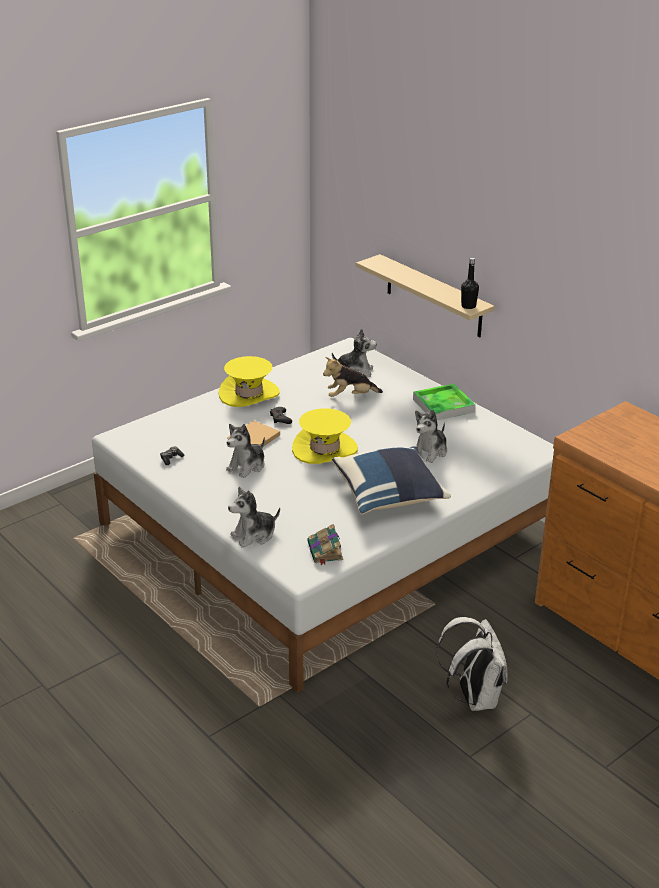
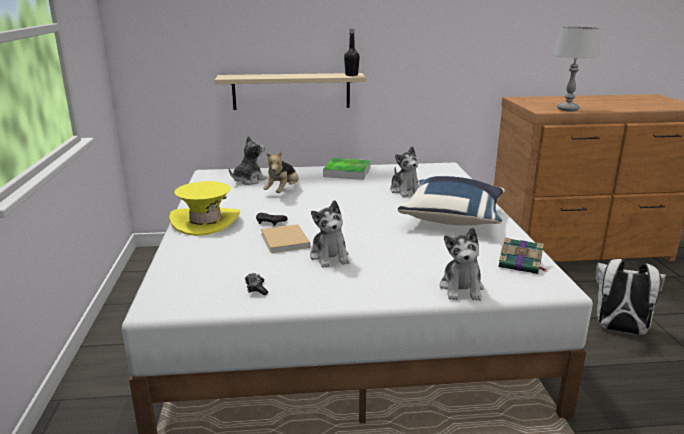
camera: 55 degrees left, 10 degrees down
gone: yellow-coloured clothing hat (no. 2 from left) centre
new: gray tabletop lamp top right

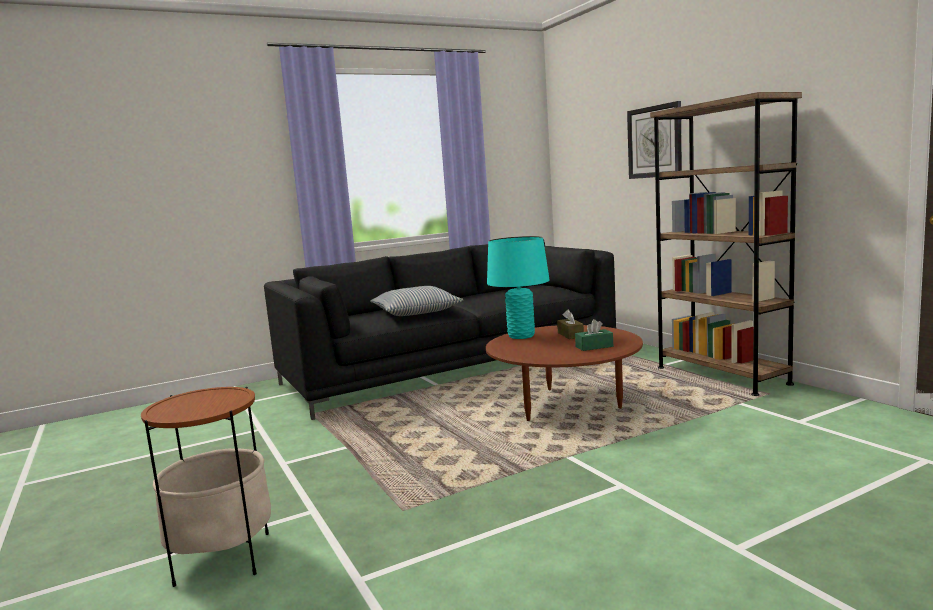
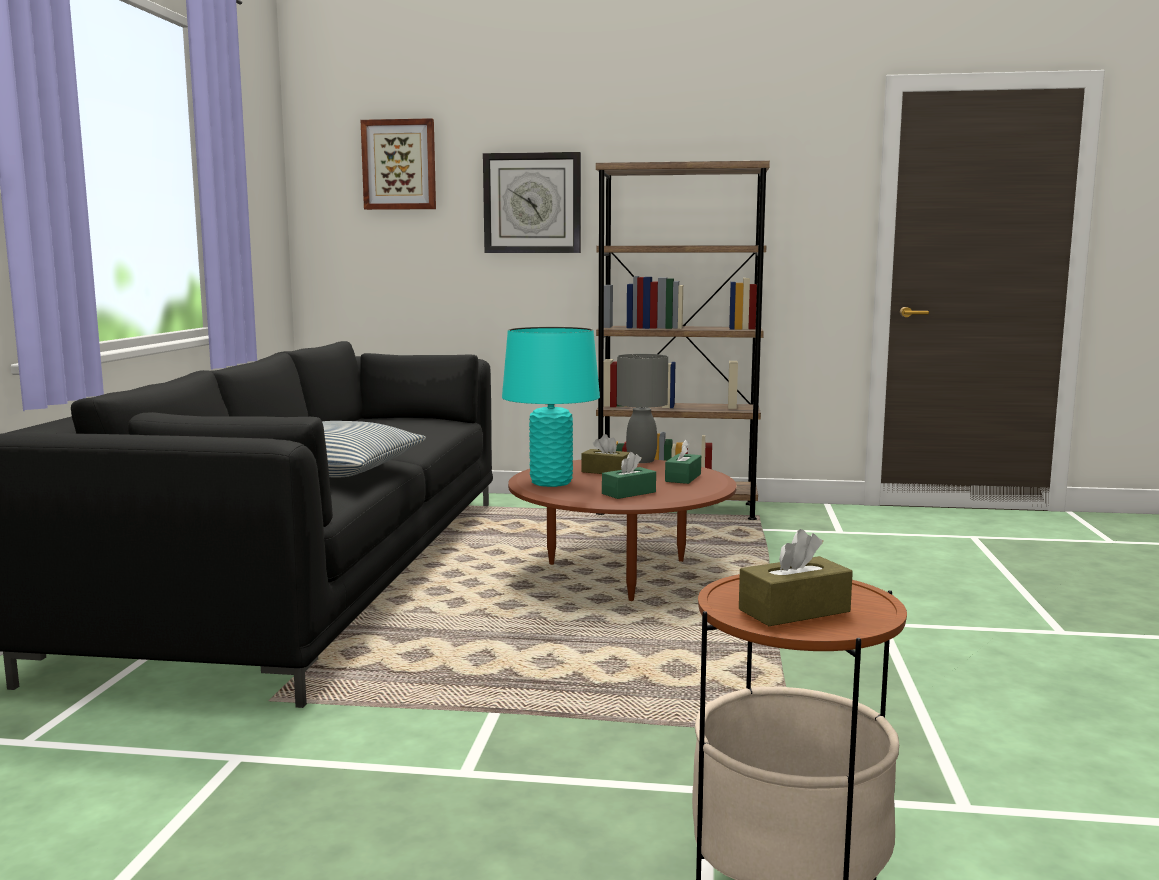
camera: 55 degrees left, 0 degrees up
new: wall art top centre; green-coloured tissue box (no. 1 from left) centre; gray tabletop lamp centre; brown-coloured tissue box (no. 2 from left) middle right

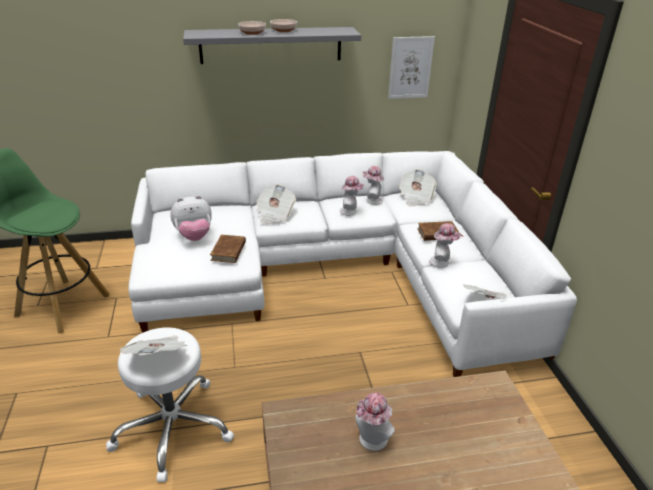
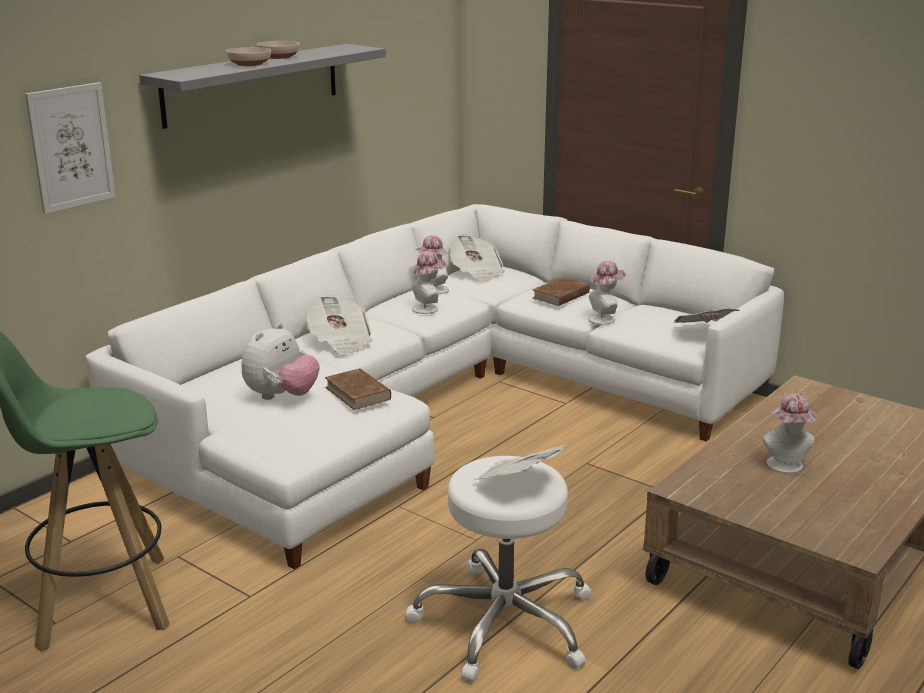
camera: 40 degrees left, 10 degrees down
shifted: wall art top centre to top left

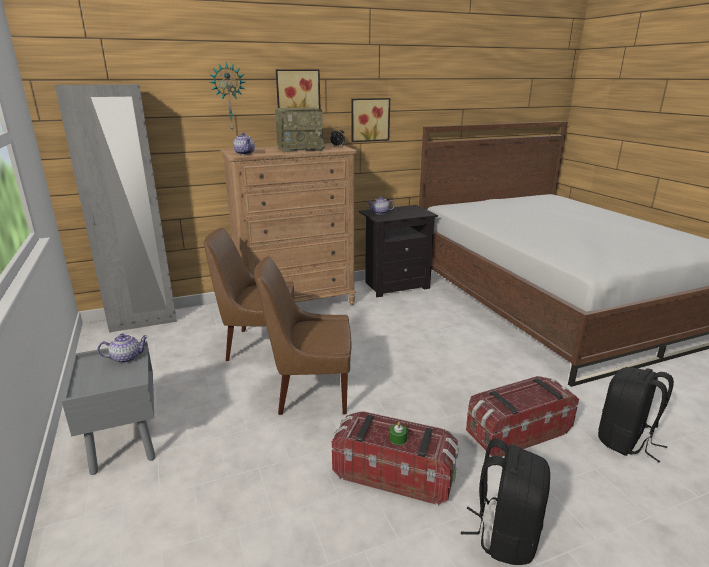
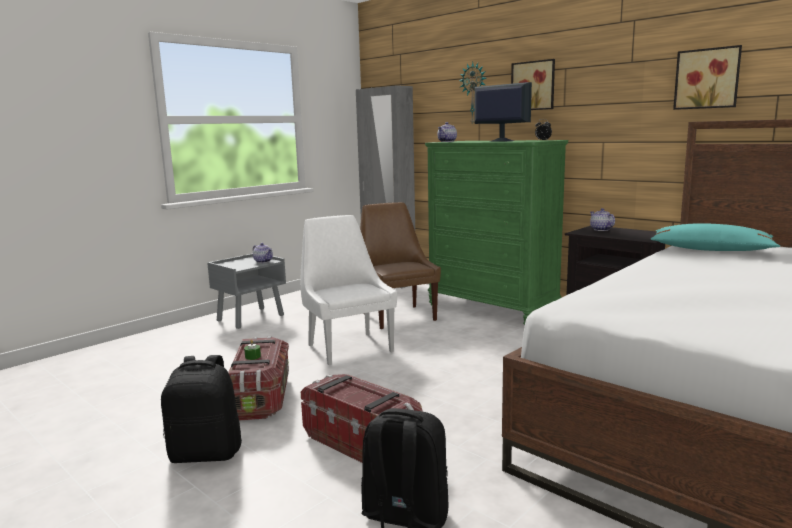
camera: 65 degrees right, 10 degrees down
new: turquoise-coloured throw pillow middle right
shifted: wall art (no. 2 from left) top centre to top right
swapped: radio set top centre to monitor top centre
repainted: brown-coloured dresser centre to green-coloured dresser centre; brown-coloured upright chair (no. 2 from left) centre to whitish upright chair centre

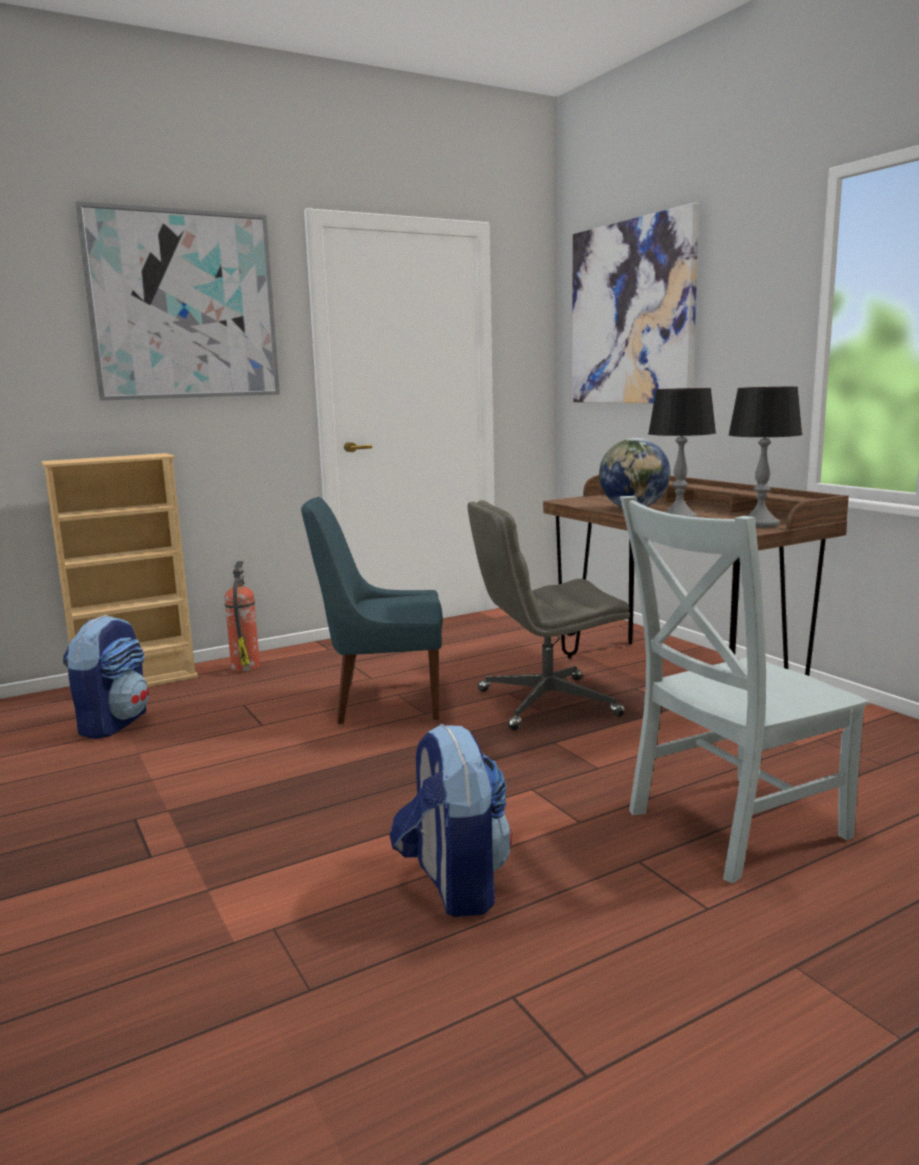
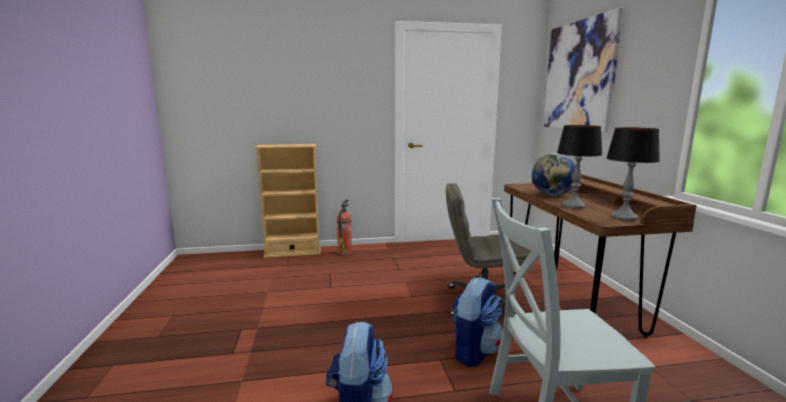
camera: 20 degrees right, 0 degrees up
gone: wall art (no. 1 from left) top left; blue upright chair centre
shifted: backpack (no. 1 from left in the first image) middle left to backpack (no. 2 from left) bottom centre

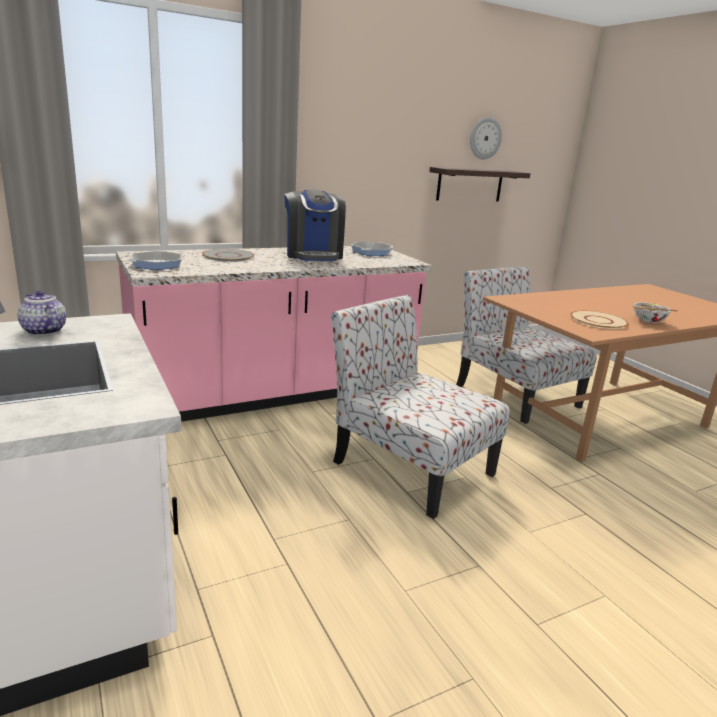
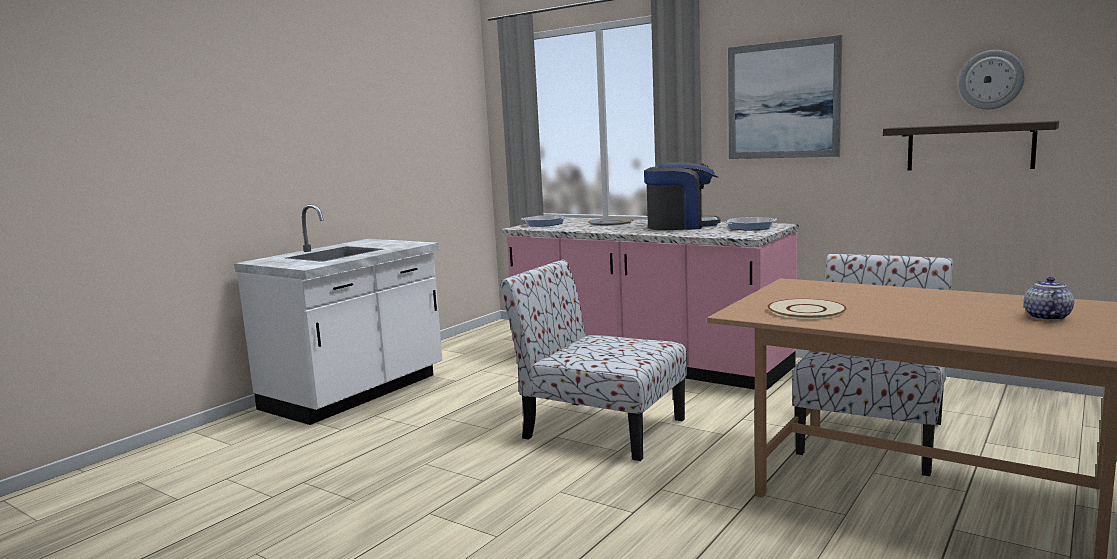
camera: 65 degrees right, 10 degrees down
gone: deep dish middle right
new: wall art top right
shifted: tea pot middle left to middle right
rotated: coffee brewer top centre = centre 135 degrees counterclockwise; upright chair (no. 1 from left) centre = centre 75 degrees counterclockwise

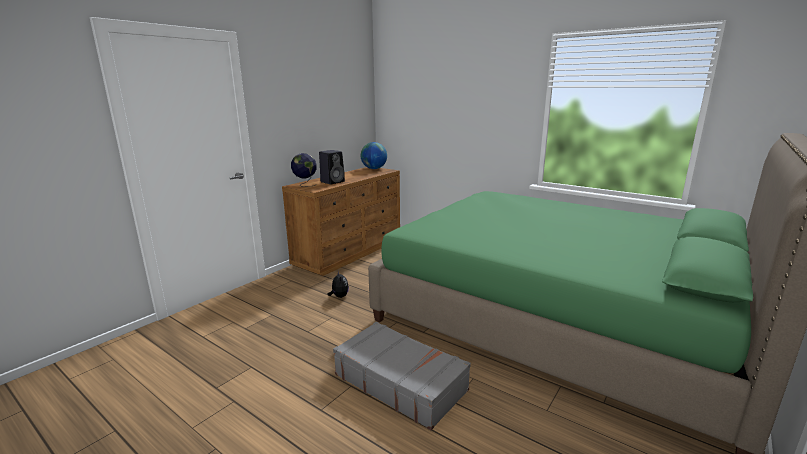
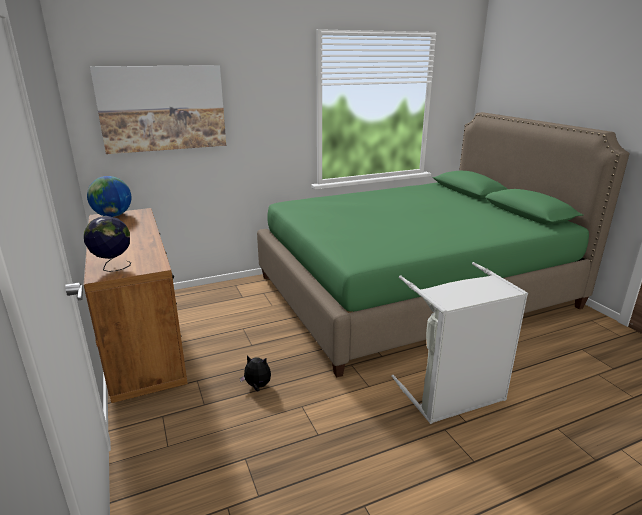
camera: 60 degrees left, 5 degrees up
gone: black-coloured speaker centre
new: wall art top left
swapped: gray travel case bottom centre to gray laundry basket middle right

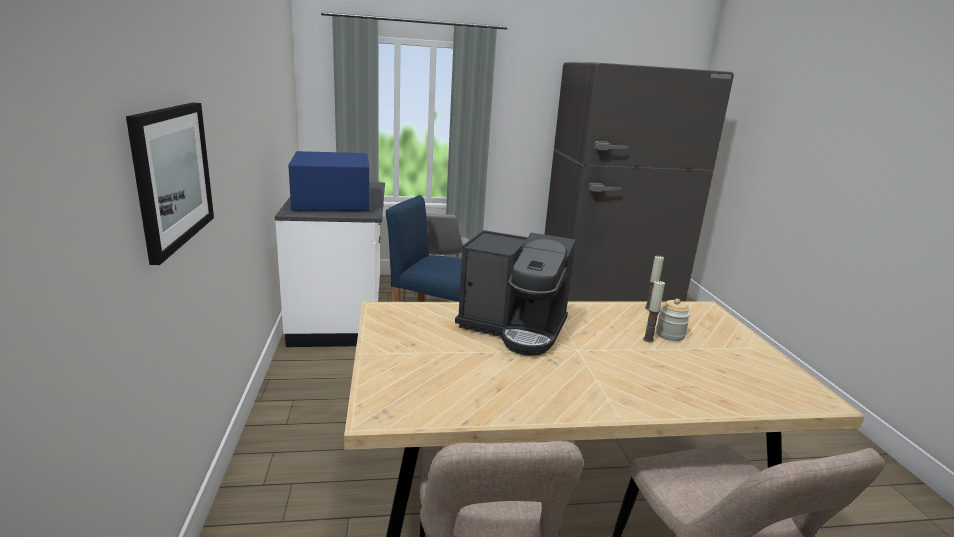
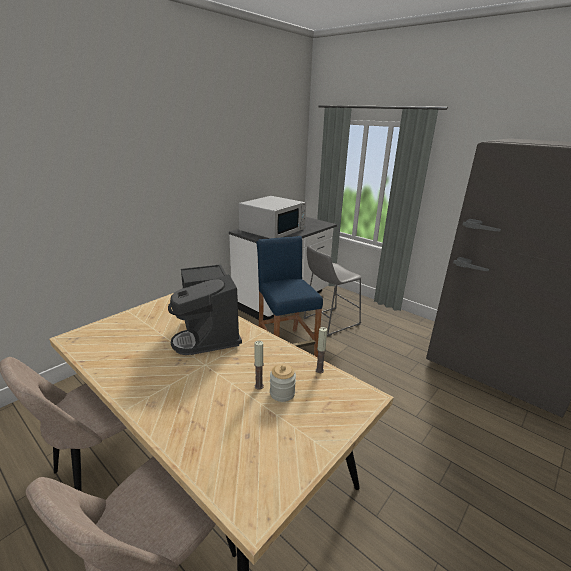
camera: 50 degrees right, 5 degrees up
gone: wall art middle left
repainted: blue microwave centre to whitish microwave centre

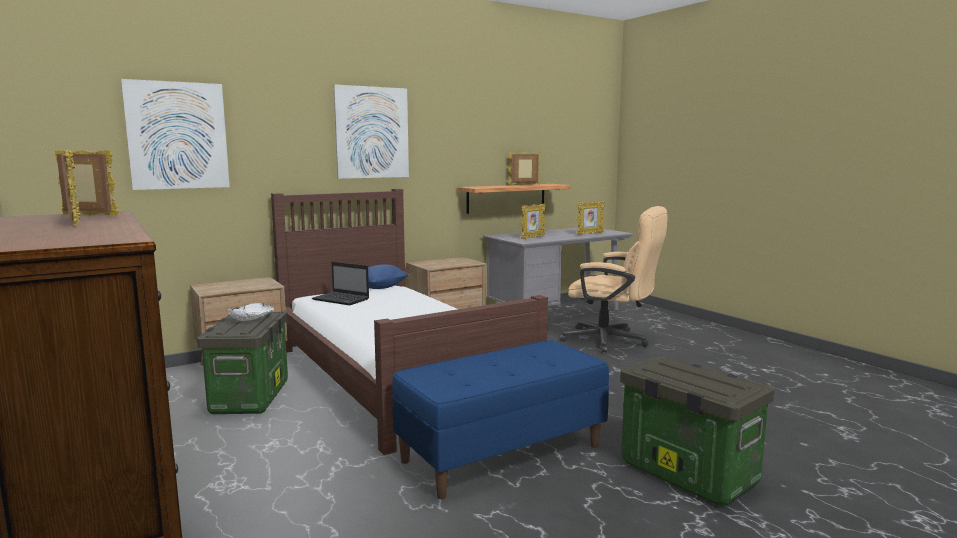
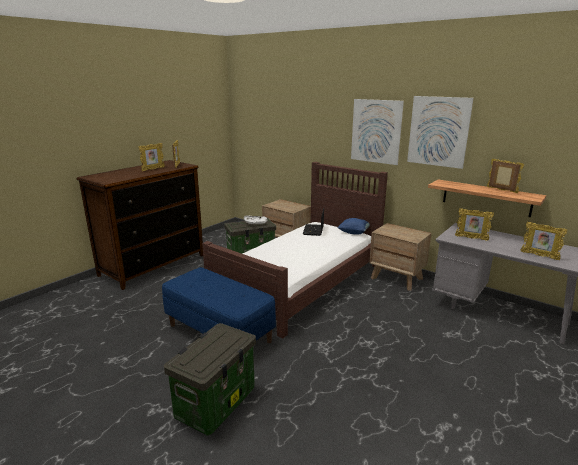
camera: 70 degrees right, 10 degrees up
gone: beige-coloured desk chair centre
shifted: wall art (no. 1 from left in the first image) top left to wall art (no. 2 from left) top right

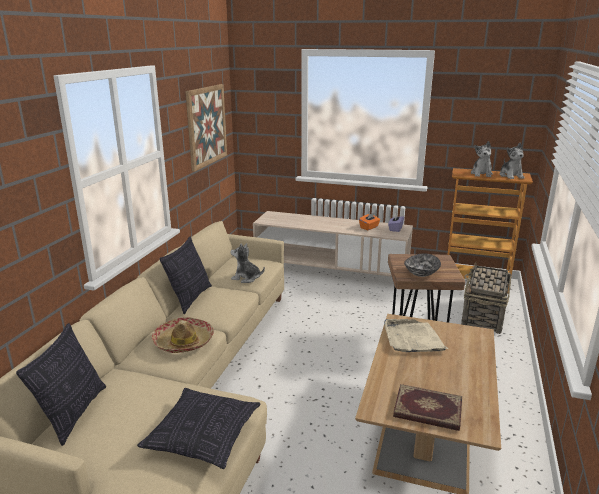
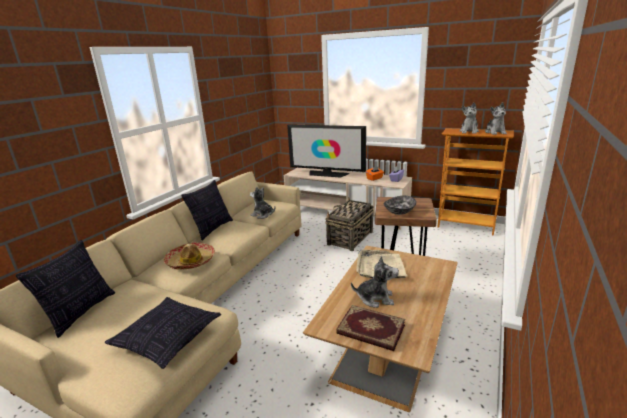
camera: 10 degrees right, 0 degrees up
gone: wall art top centre
new: television centre; plush toy (no. 2 from left) bottom centre
shifted: storage basket middle right to centre

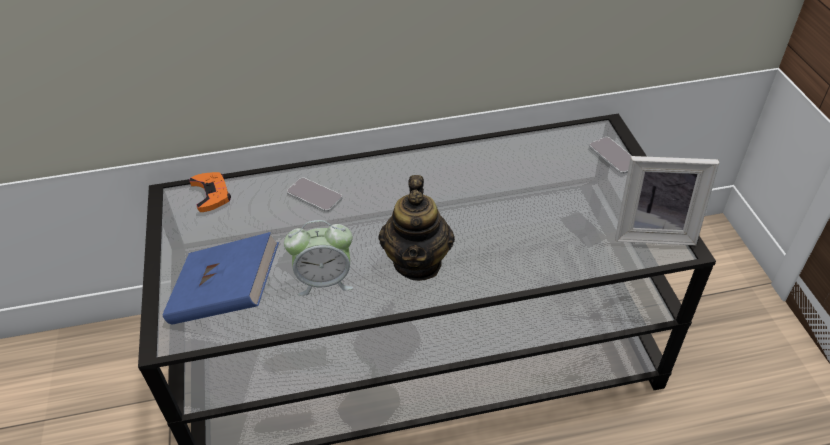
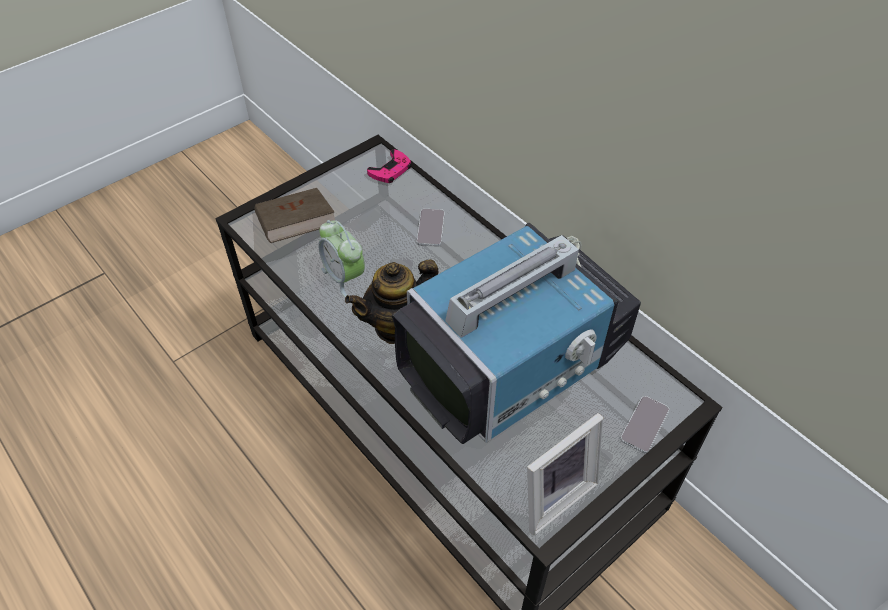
camera: 60 degrees right, 5 degrees up
new: television centre
repainted: blue book middle left to brown-coloured book middle left; orangey gamepad middle left to pink gamepad top centre
rotated: picture frame middle right = bottom centre 105 degrees counterclockwise

